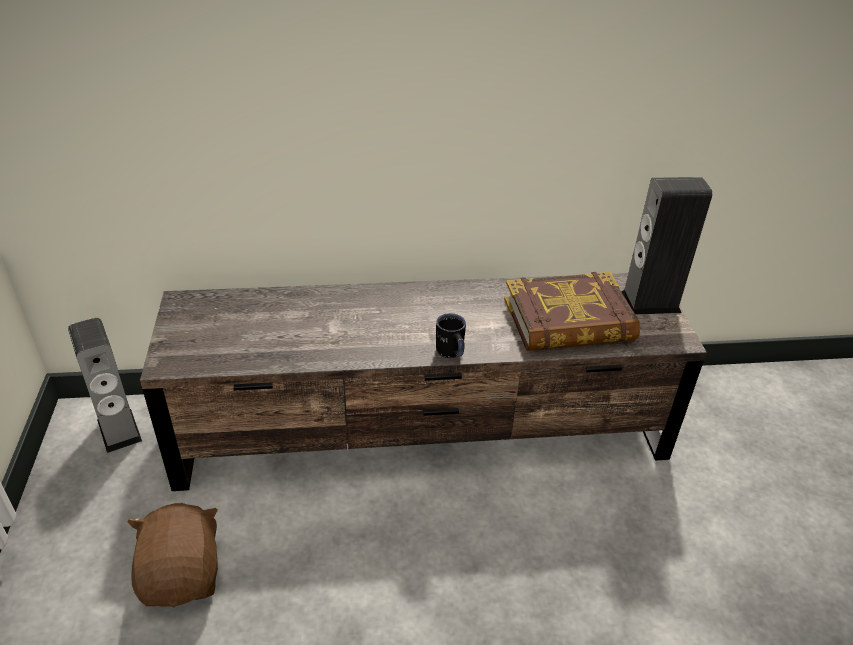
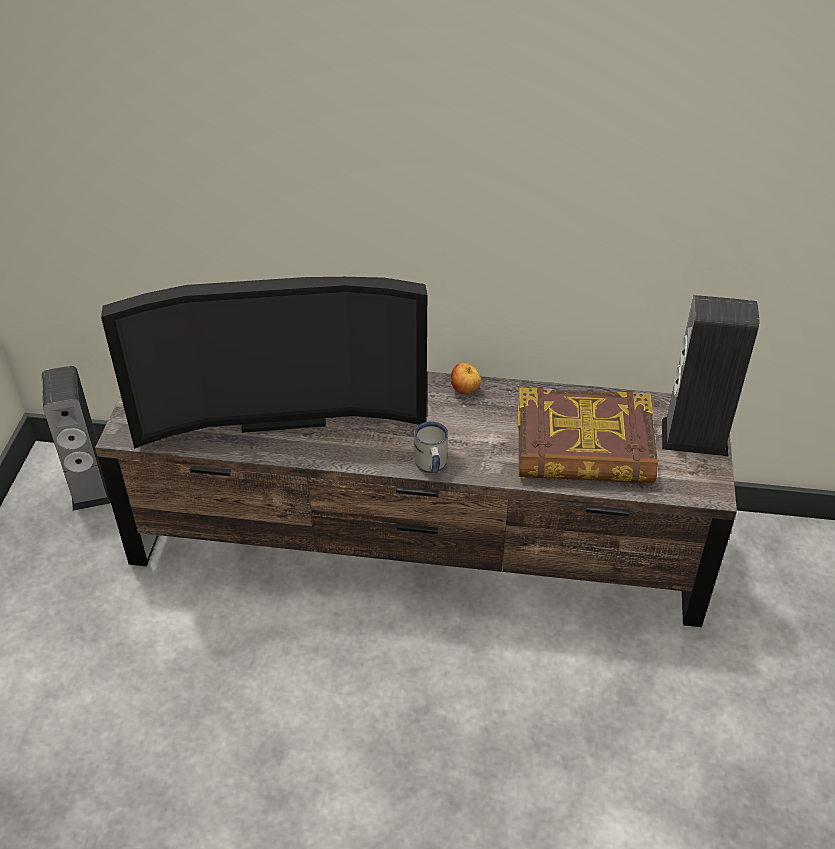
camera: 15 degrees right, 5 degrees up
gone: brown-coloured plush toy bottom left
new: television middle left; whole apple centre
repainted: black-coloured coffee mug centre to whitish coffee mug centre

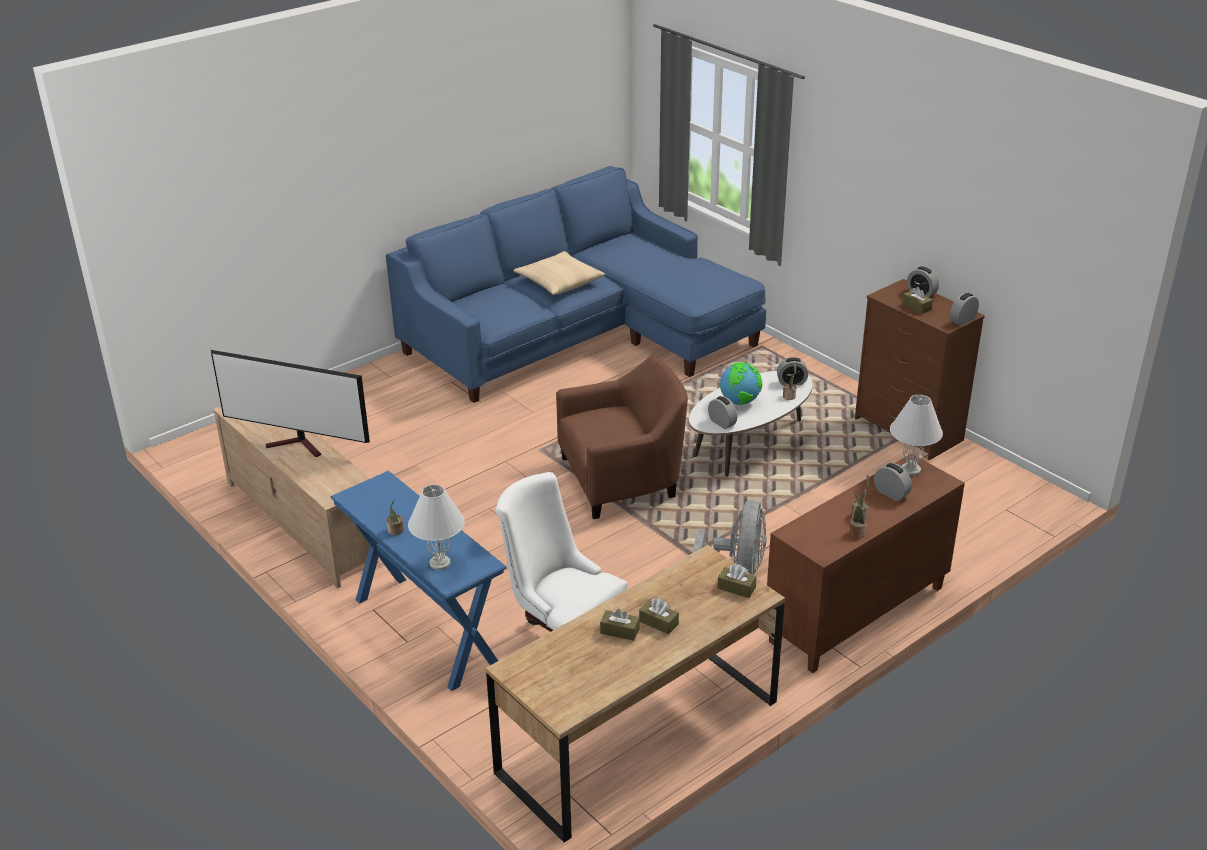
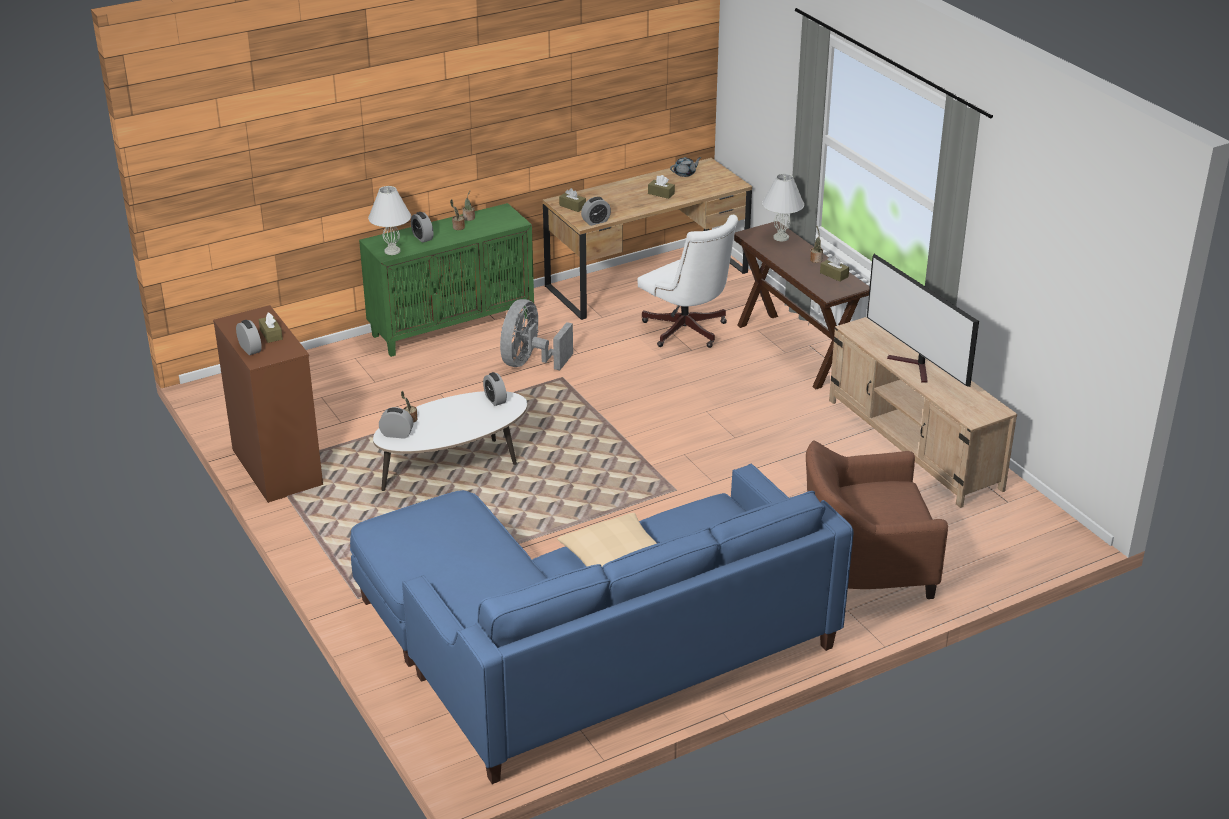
camera: 170 degrees left, 0 degrees up
gone: world globe centre
new: gray tea pot top centre
shifted: brown-coloured lounge chair centre to middle right; brown-coloured tissue box (no. 2 from left in the first image) bottom centre to brown-coloured tissue box (no. 4 from left) top right; table clock (no. 5 from left) middle right to top centre
repainted: blue console table bottom centre to brown-coloured console table centre; brown-coloured cupboard middle right to green-coloured cupboard centre
rotated: television middle left = middle right 150 degrees counterclockwise

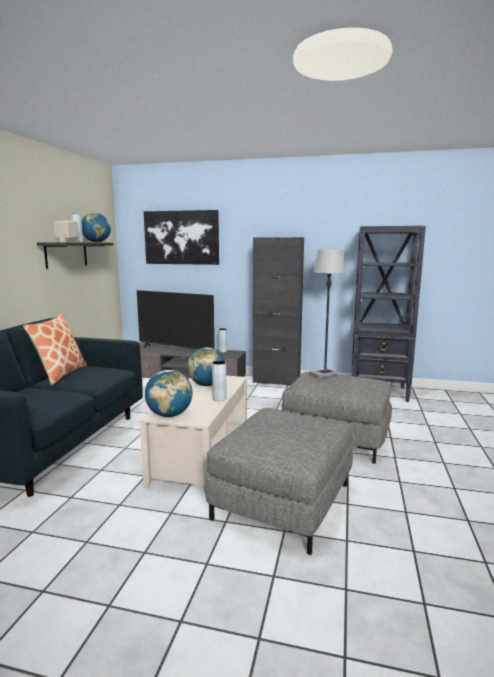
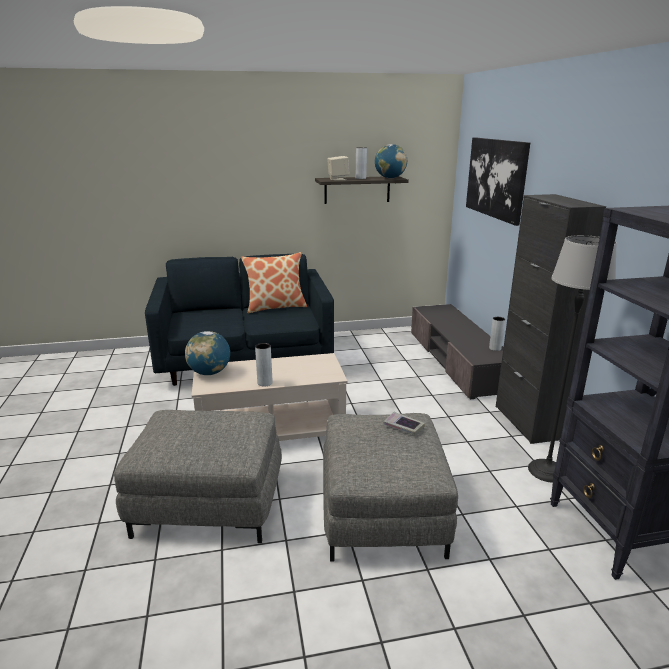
camera: 65 degrees right, 10 degrees up
gone: television centre; world globe (no. 3 from left) centre

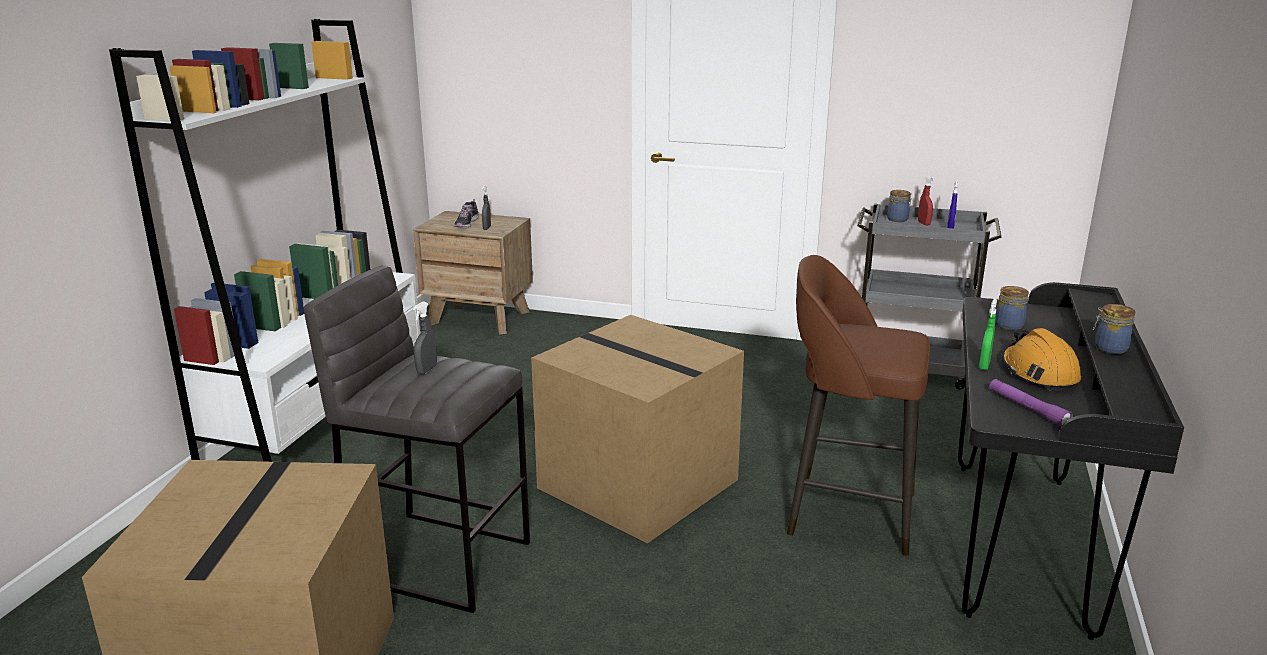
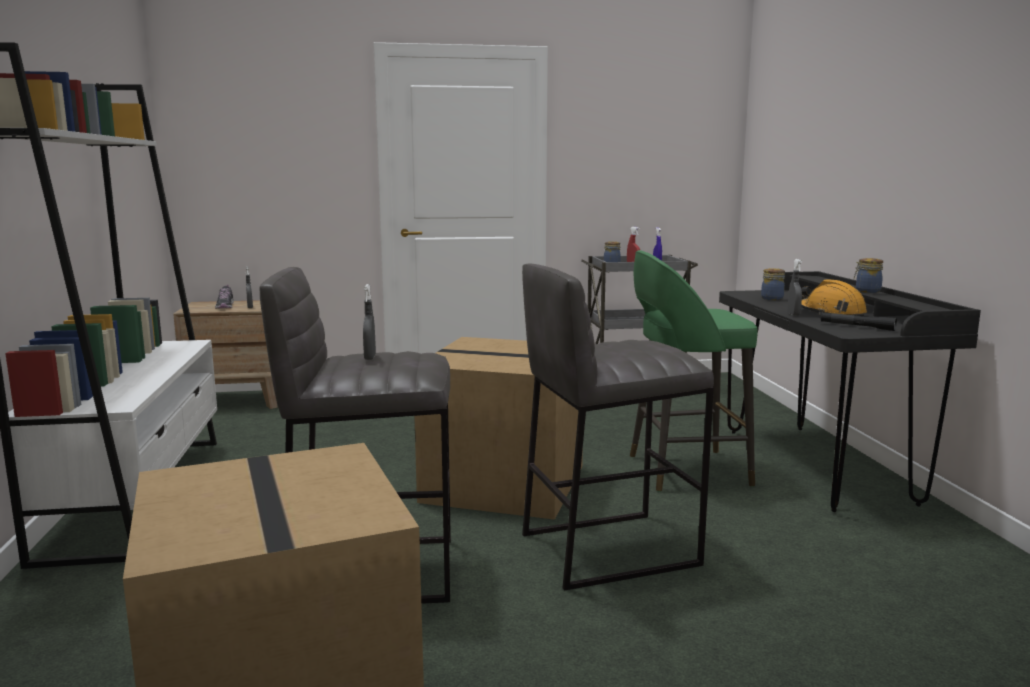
camera: 25 degrees left, 10 degrees down
new: gray stool seat (no. 2 from left) centre
repainted: brown-coloured stool seat middle right to green-coloured stool seat middle right; green-coloured hand sprayer middle right to gray hand sprayer (no. 3 from left) middle right; purple-coloured torch middle right to black-coloured torch middle right

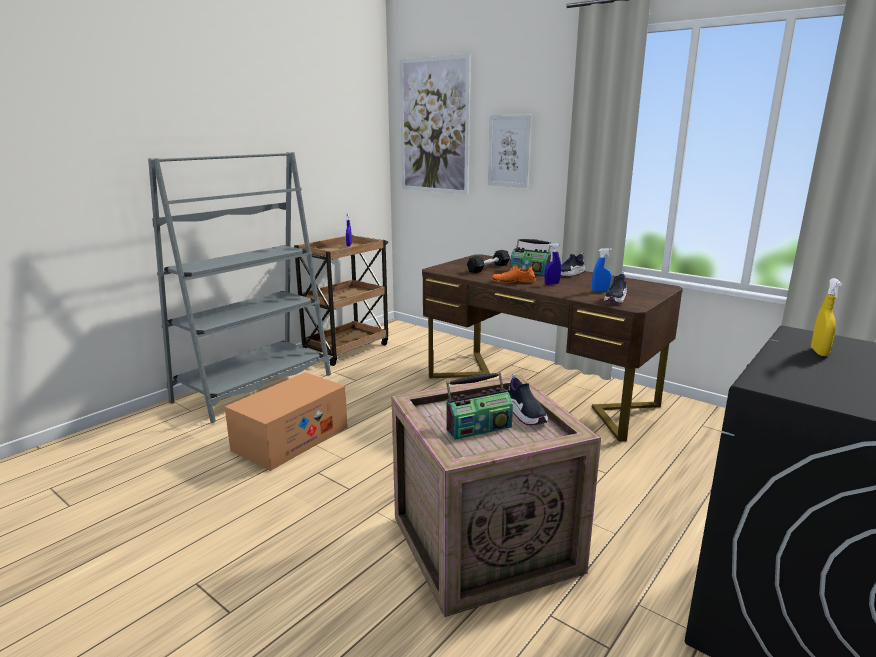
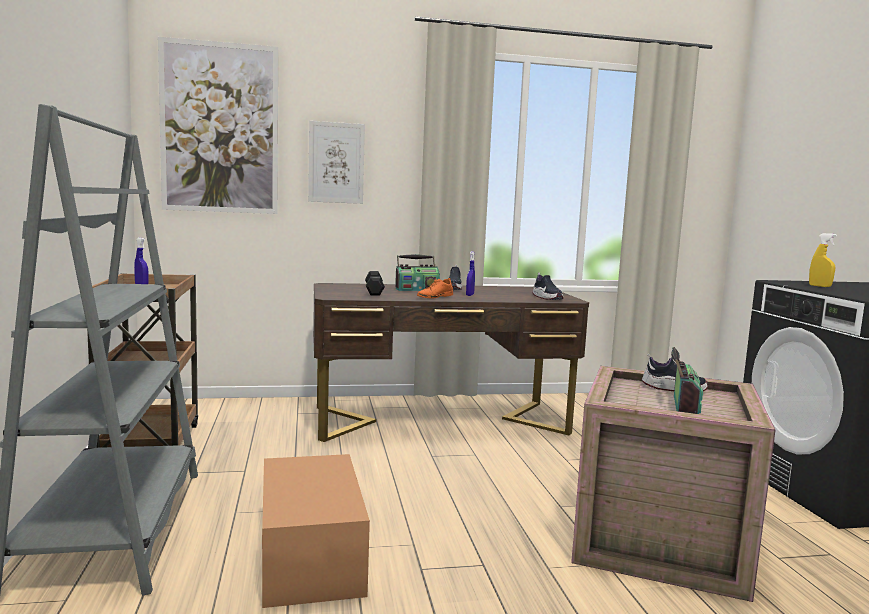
camera: 50 degrees left, 10 degrees down
gone: blue hand sprayer (no. 3 from left) middle right

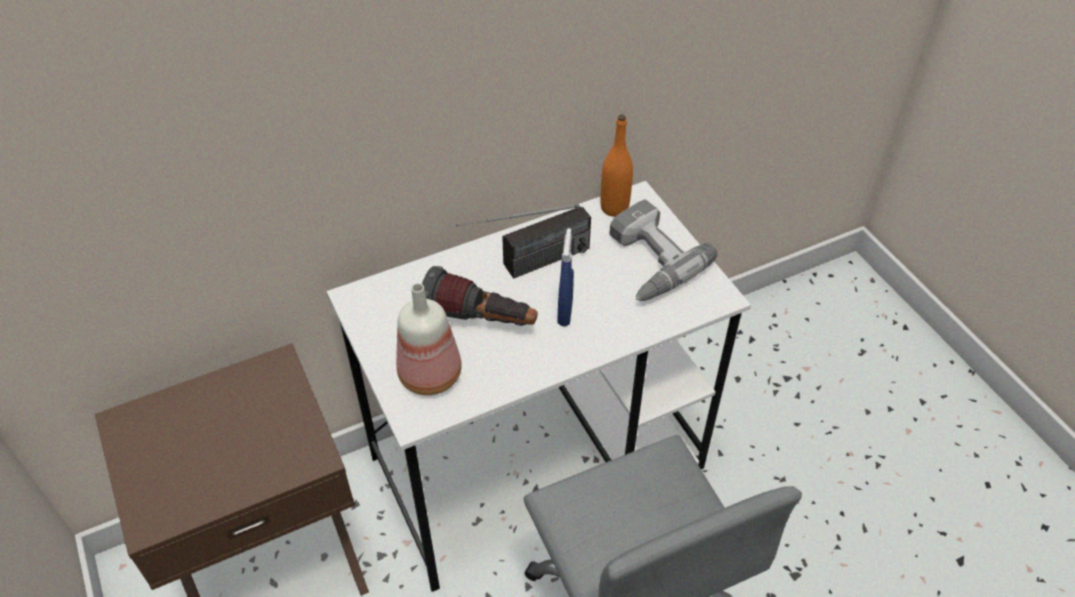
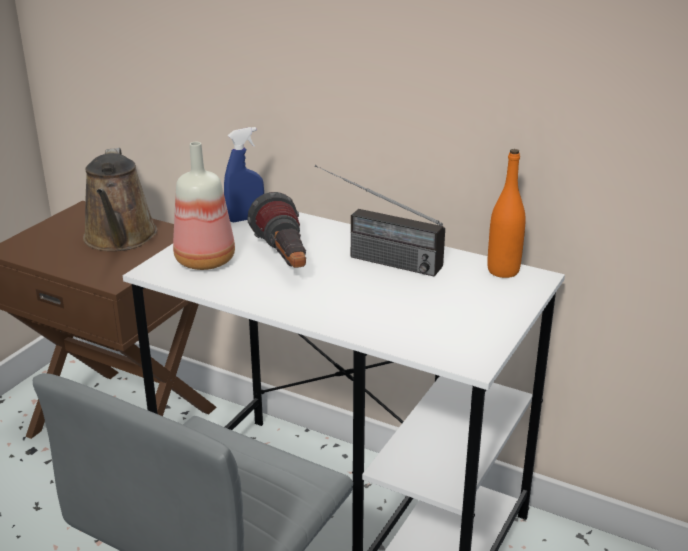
camera: 55 degrees right, 20 degrees down
gone: drill centre
new: brown-coloured watering can middle left
shifted: blue hand sprayer centre to top centre

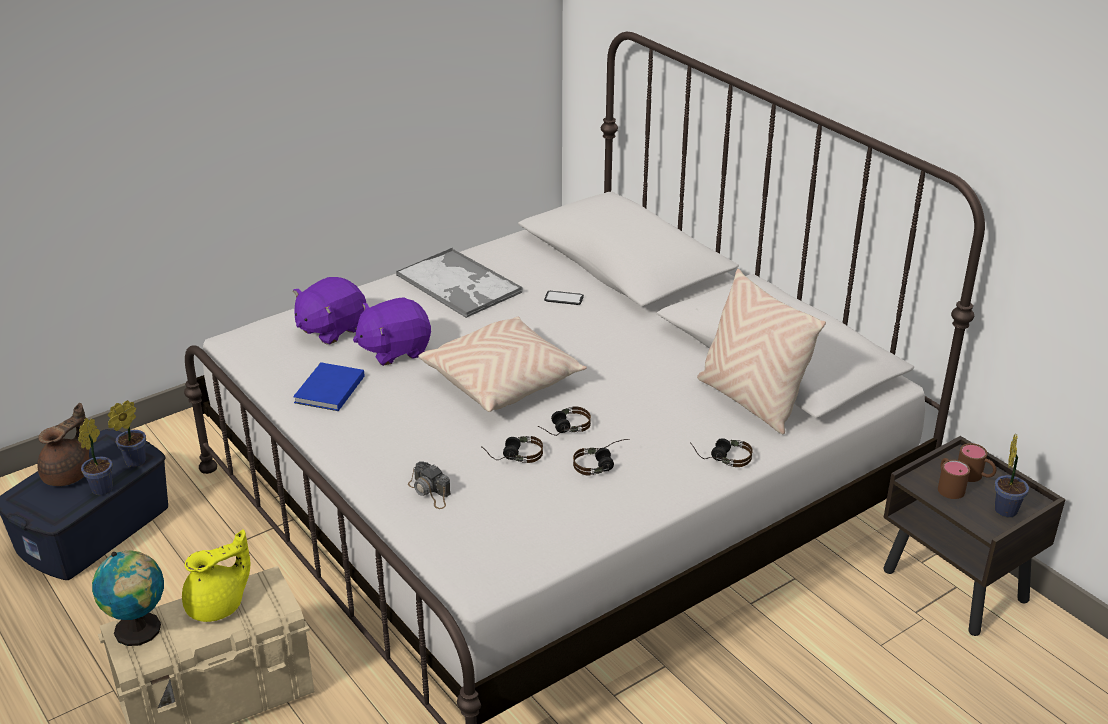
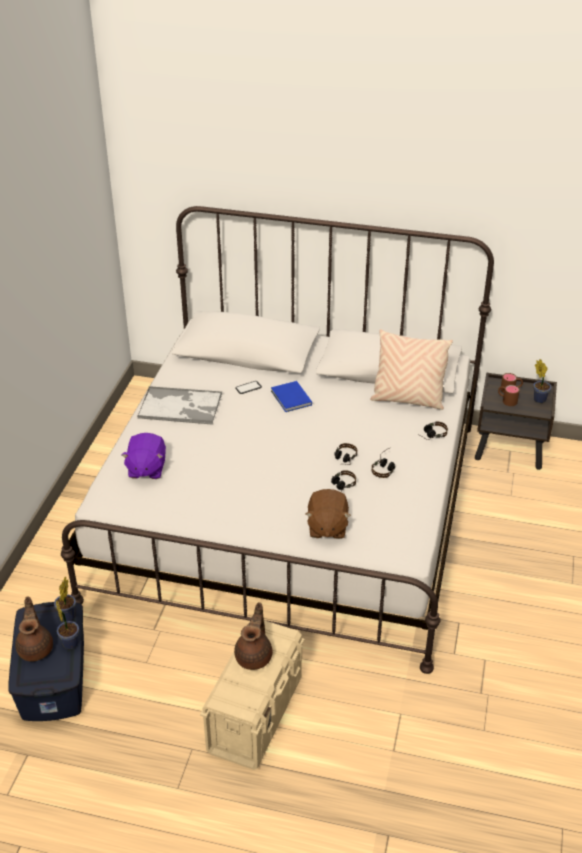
camera: 40 degrees left, 5 degrees up
gone: world globe bottom left; purple-coloured plush toy (no. 2 from left) centre; beige-coloured throw pillow (no. 1 from left) centre
shifted: blue book middle left to centre
swapped: photo camera bottom centre to brown-coloured plush toy centre
repainted: yellow-coloured tea pot bottom left to brown-coloured tea pot (no. 2 from left) bottom centre

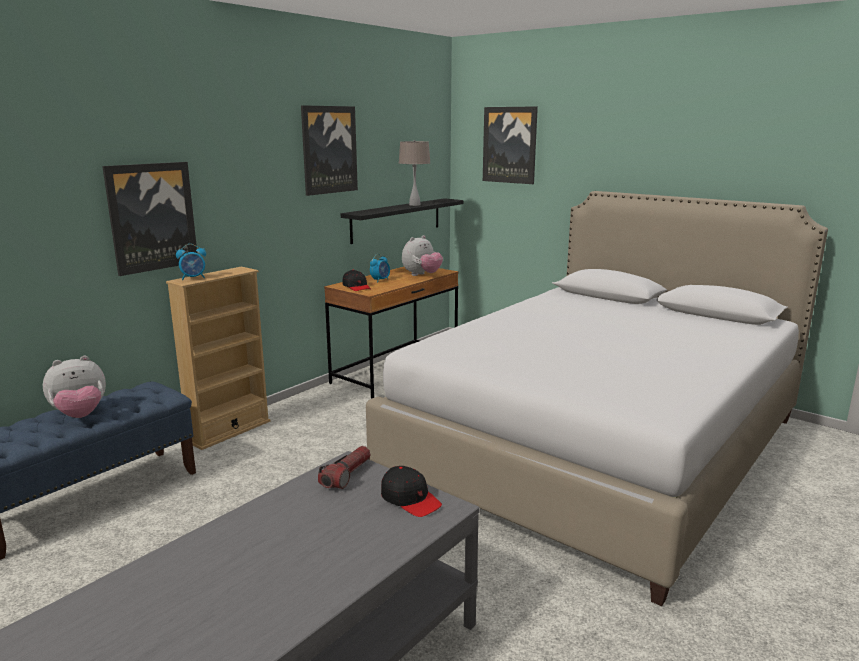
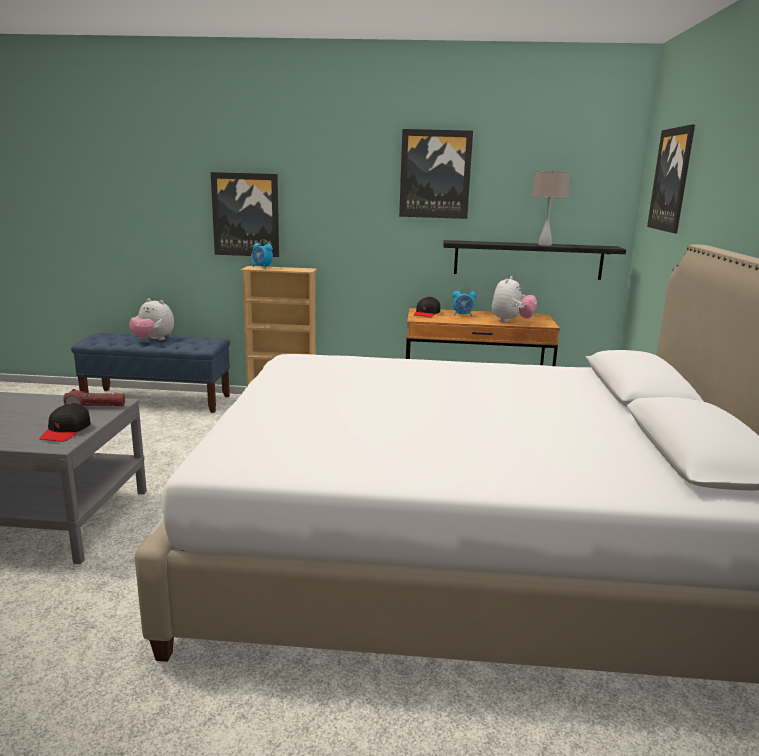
camera: 55 degrees right, 0 degrees up
rotated: plush toy (no. 2 from left) centre = middle right 75 degrees counterclockwise

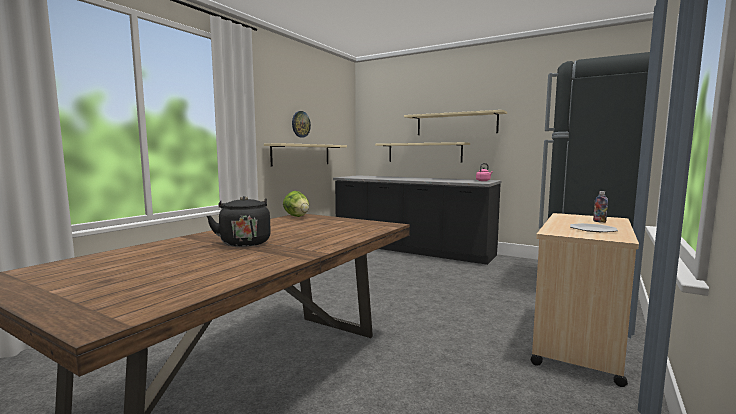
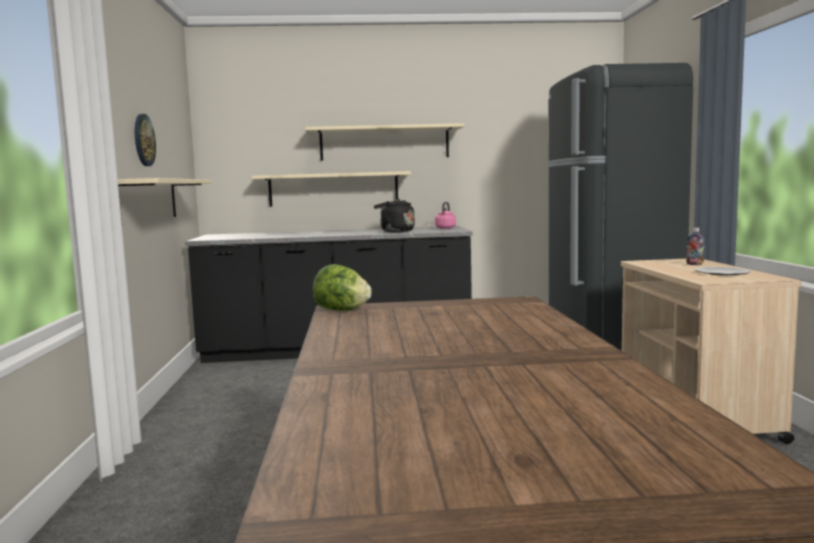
camera: 35 degrees left, 0 degrees up
shifted: black-coloured water kettle middle left to centre

